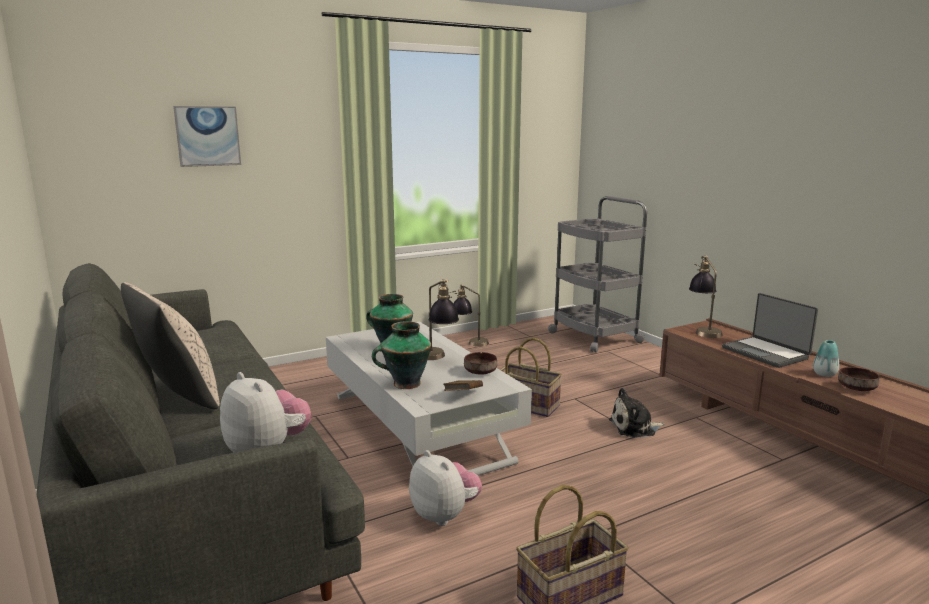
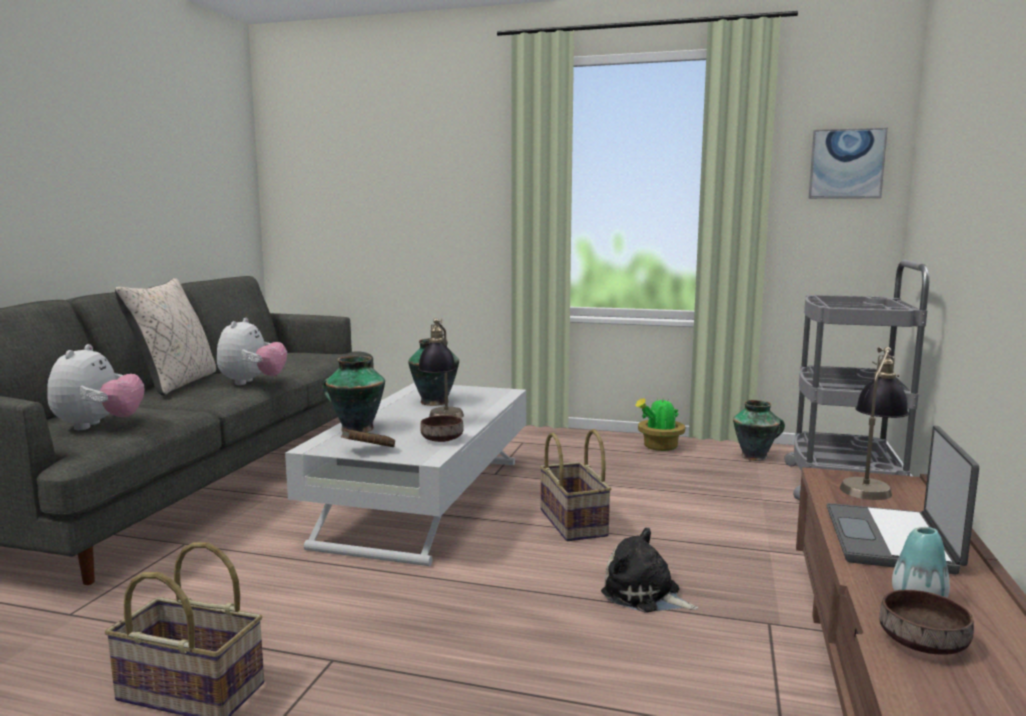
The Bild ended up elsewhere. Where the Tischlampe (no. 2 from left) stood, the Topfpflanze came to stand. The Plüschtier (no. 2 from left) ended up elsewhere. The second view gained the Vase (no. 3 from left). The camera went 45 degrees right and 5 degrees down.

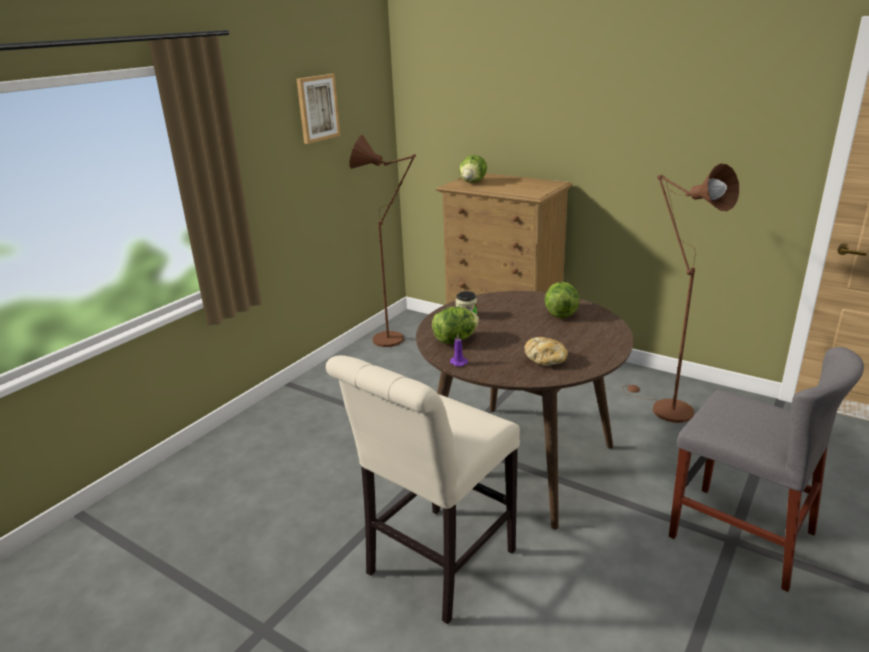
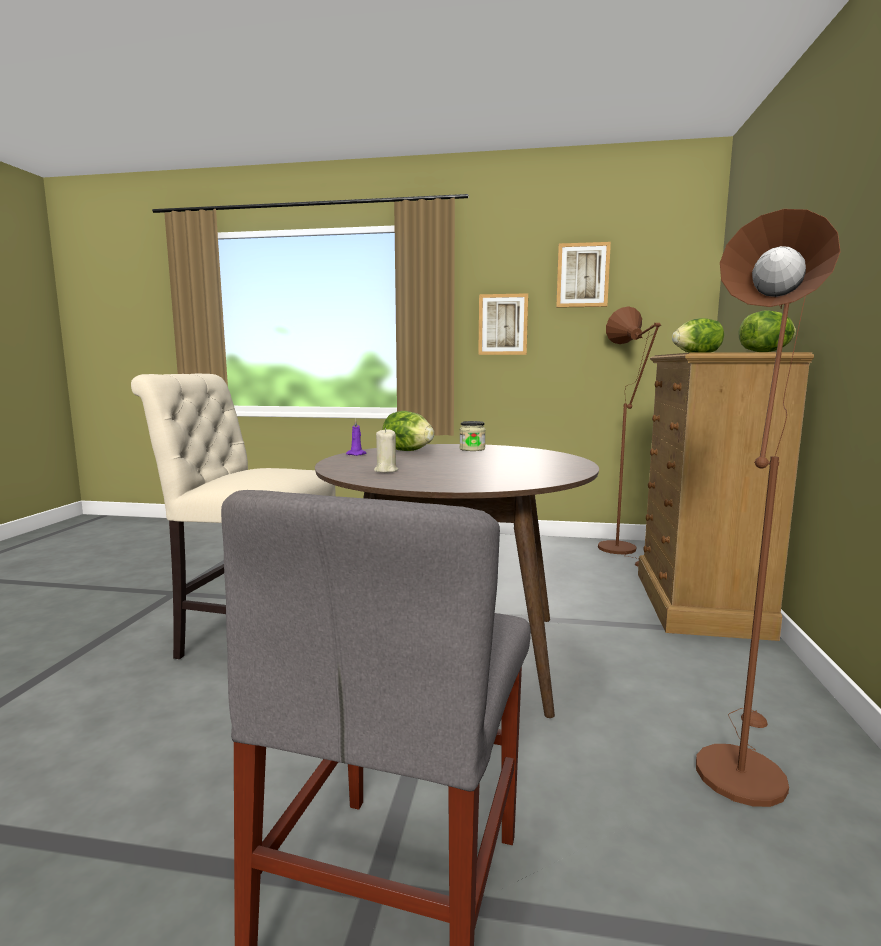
The Salatkopf (no. 3 from left) ended up elsewhere. Where the Brot stood, the Kerze [beige] came to stand. The second view gained the Bild (no. 1 from left). The camera went 65 degrees right and 15 degrees down.

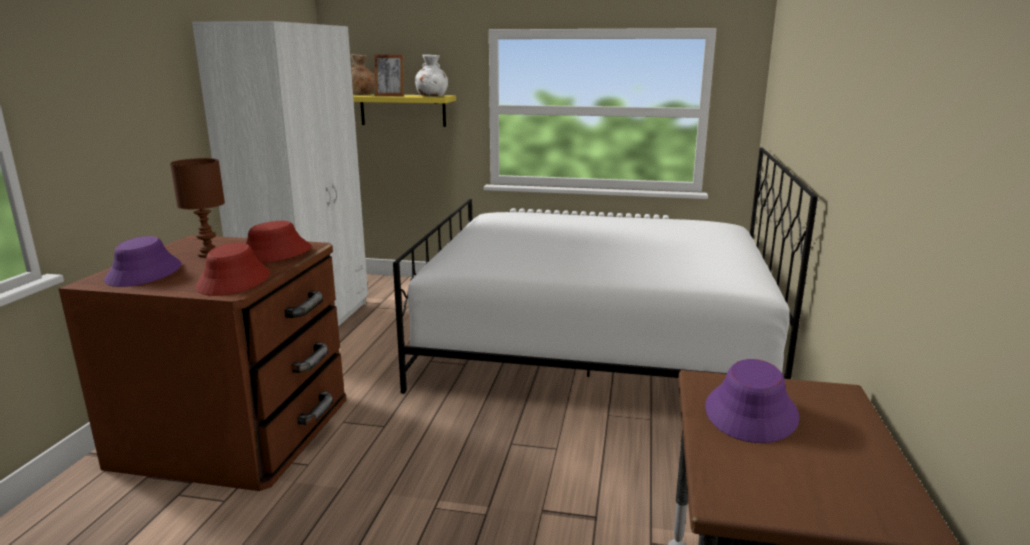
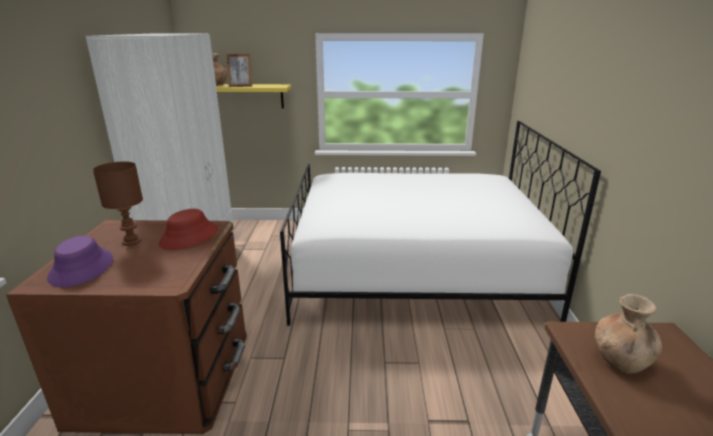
The second view lost the Vase [weiß]. The second view lost the Hut [rot] (no. 1 from left). Where the Hut [lila] (no. 2 from left) stood, the Vase [braun] (no. 2 from left) came to stand. The camera went 10 degrees left and 5 degrees up.

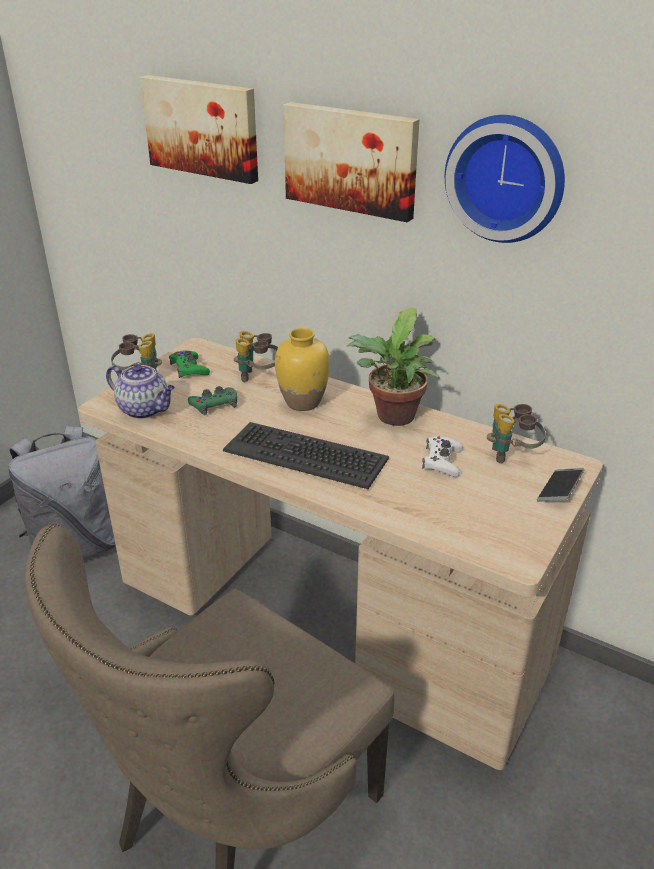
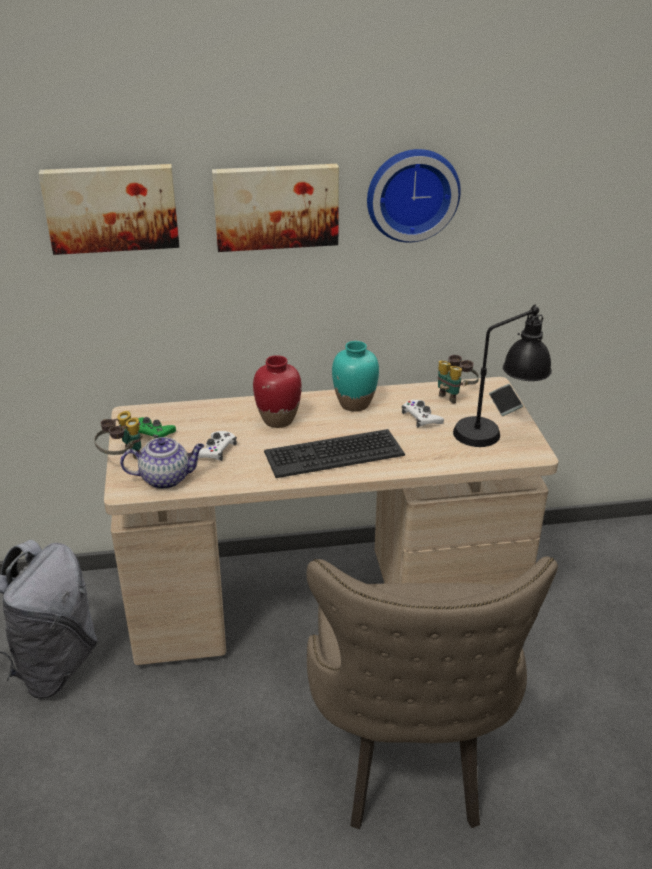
Where the Topfpflanze stood, the Vase [türkis] came to stand. What was the Vase [gelb] turned into the Vase [rot]. The second view lost the Fernglas (no. 2 from left). What was the Gamepad [grün] (no. 2 from left) turned into the Gamepad [weiß] (no. 1 from left). The second view gained the Tischlampe [schwarz]. The camera went 40 degrees left and 0 degrees up.

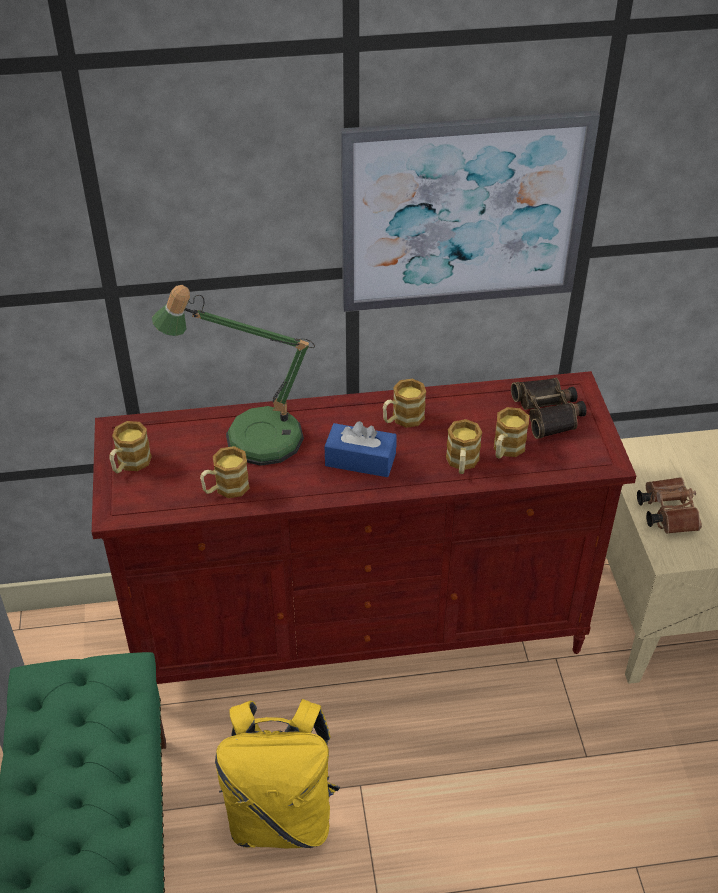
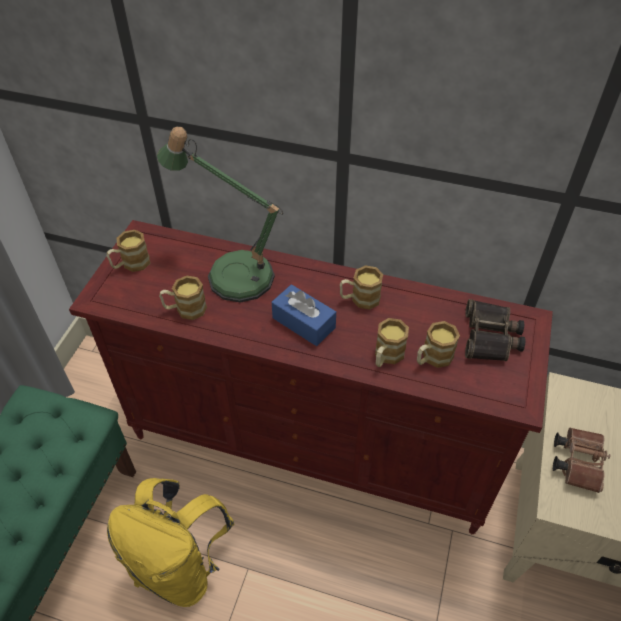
The second view lost the Bild. The camera went 25 degrees right and 5 degrees up.

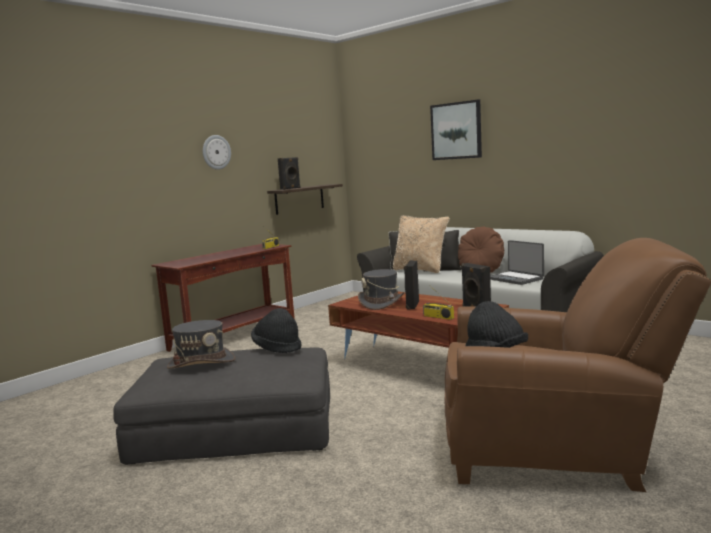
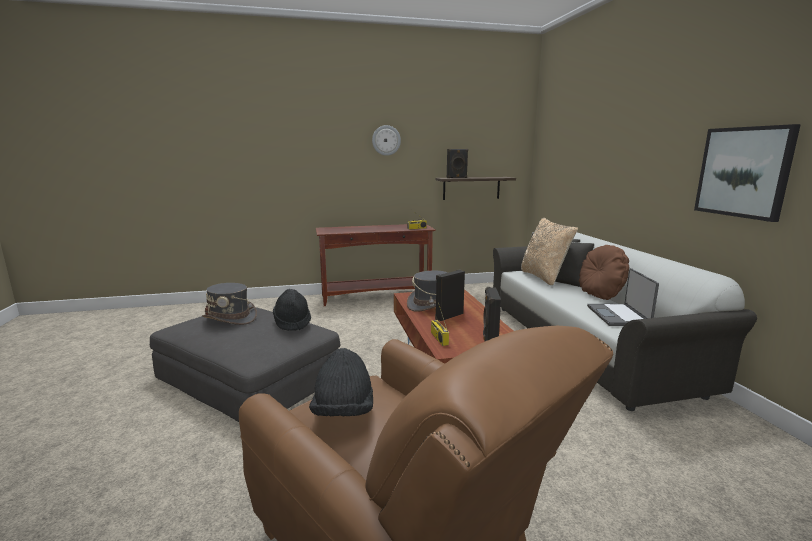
The Bild ended up elsewhere. The camera went 35 degrees right and 5 degrees up.

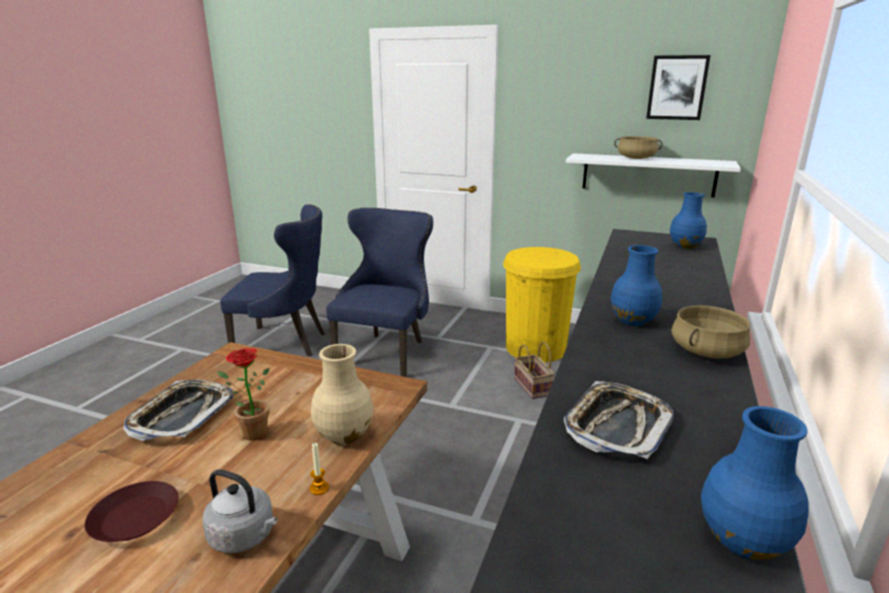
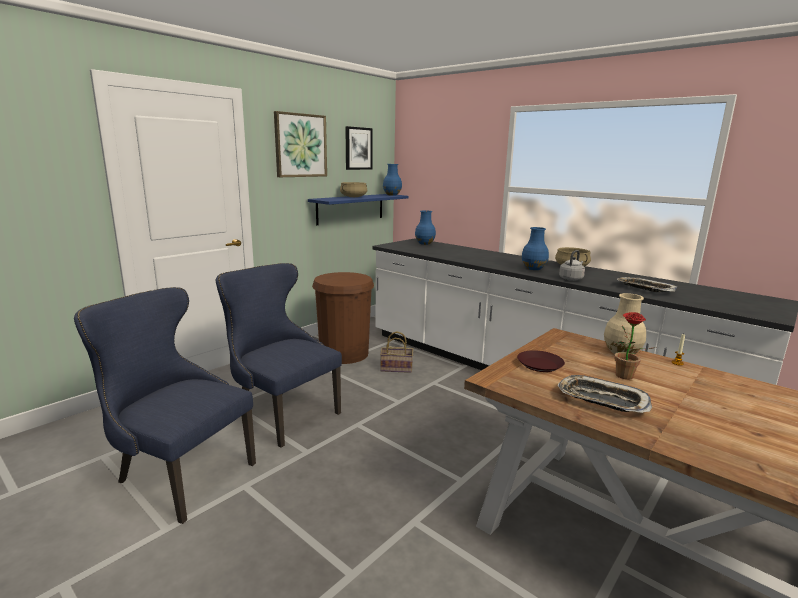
What was the Wandregal [weiß] turned into the Wandregal [blau]. The Stuhl [blau] (no. 1 from left) ended up facing another way, 90 degrees counterclockwise from before. What was the Mülleimer [gelb] turned into the Mülleimer [braun]. The Vase [blau] (no. 3 from left in the first image) ended up elsewhere. The Wasserkessel [grau] ended up elsewhere. The Teller [braun] ended up elsewhere. The second view gained the Bild (no. 1 from left). The camera went 70 degrees left and 5 degrees down.

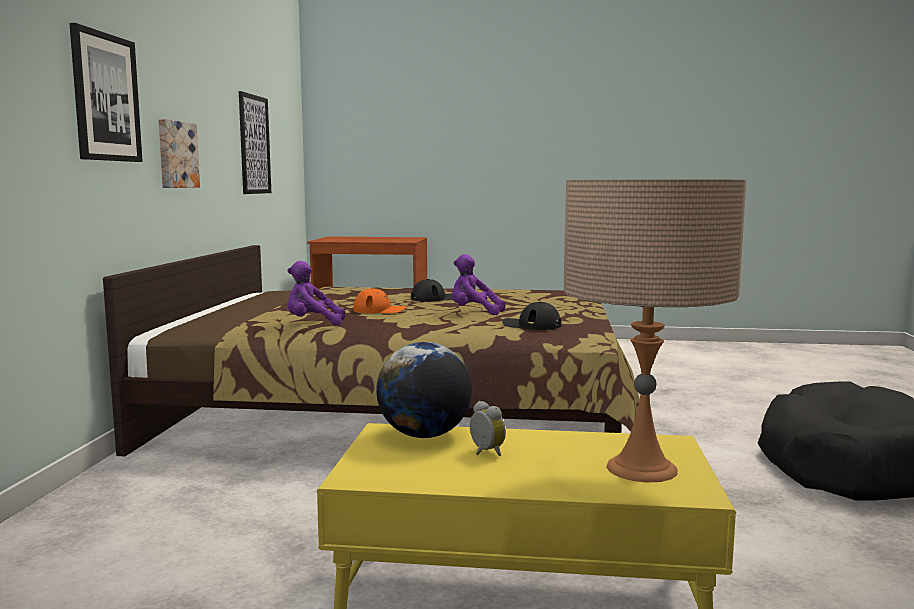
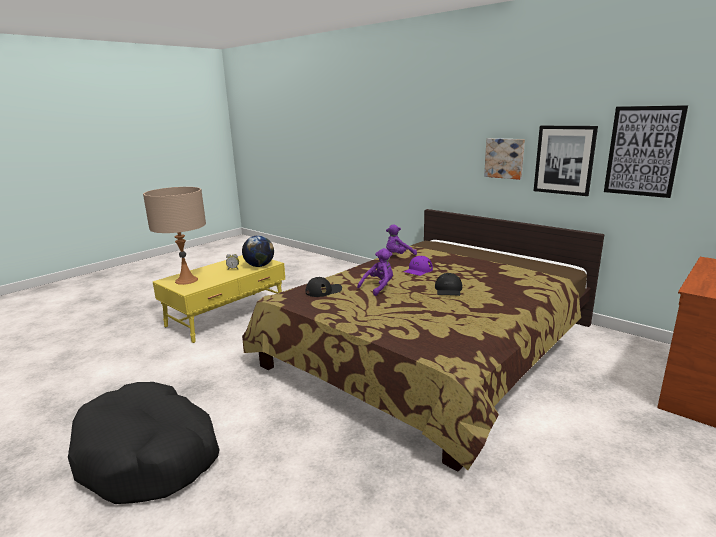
The Bild (no. 1 from left in the first image) ended up elsewhere. The Plüschtier [lila] (no. 1 from left in the first image) ended up facing another way, 150 degrees counterclockwise from before. What was the Kappe [orange] turned into the Kappe [lila]. The camera went 125 degrees right and 10 degrees up.

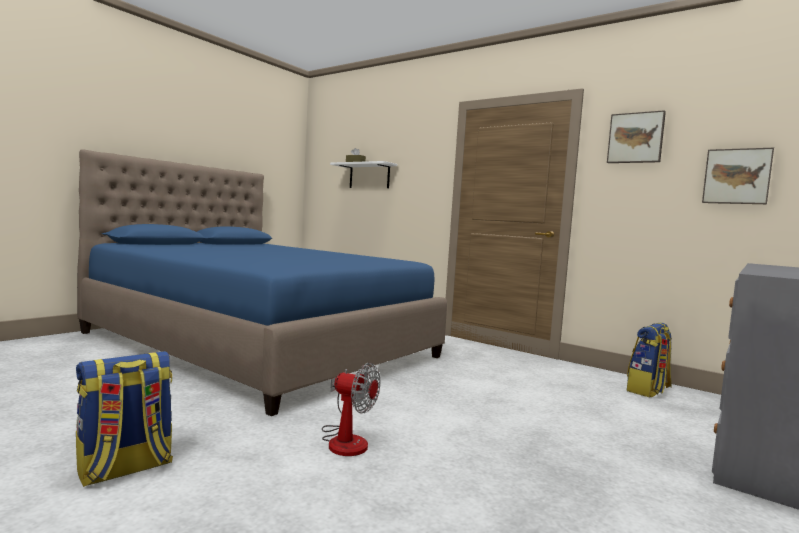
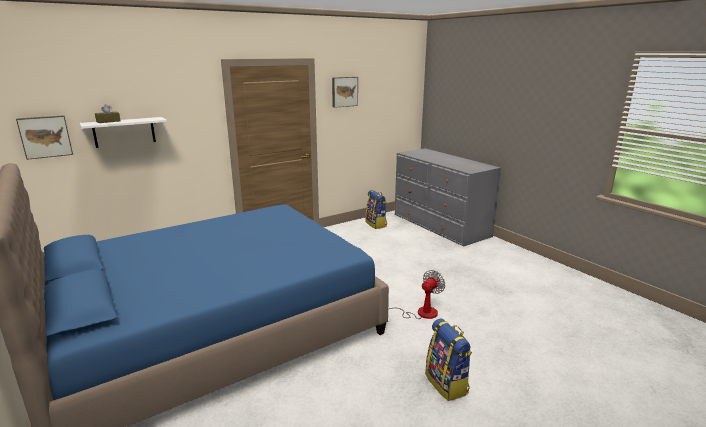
The Bild (no. 2 from left in the first image) ended up elsewhere. The camera went 70 degrees left and 15 degrees up.

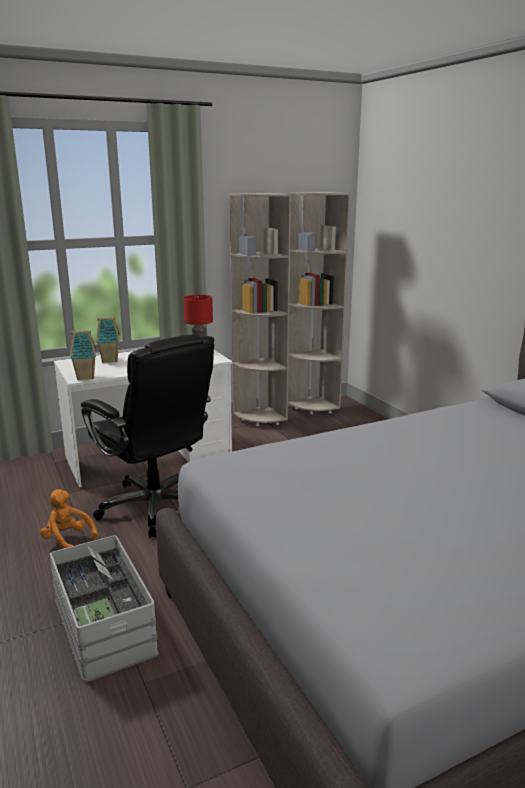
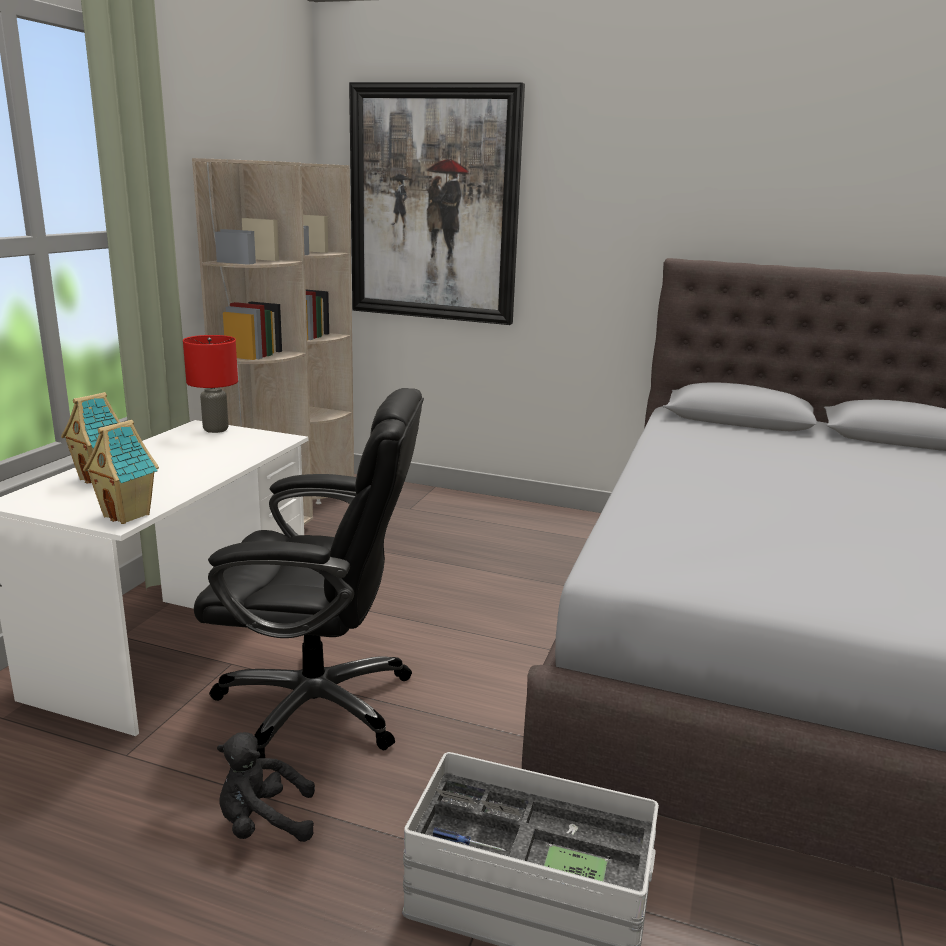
What was the Plüschtier [orange] turned into the Plüschtier [schwarz]. The second view gained the Bild. The camera went 45 degrees left and 0 degrees up.

